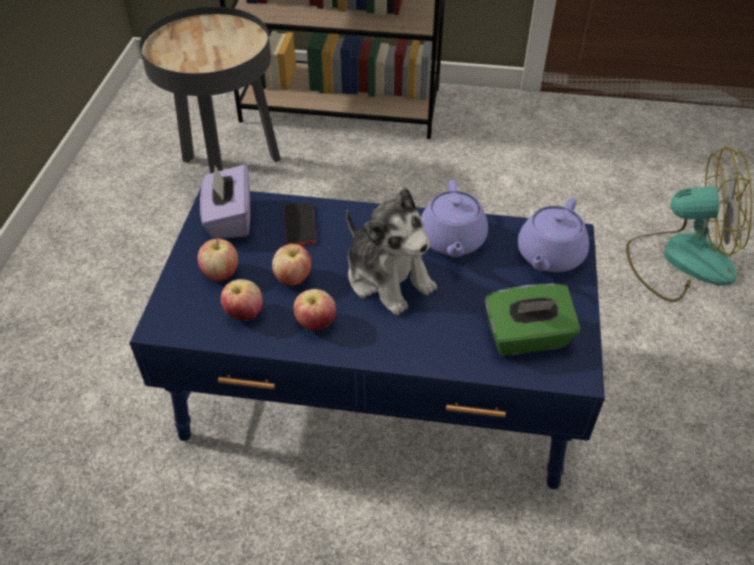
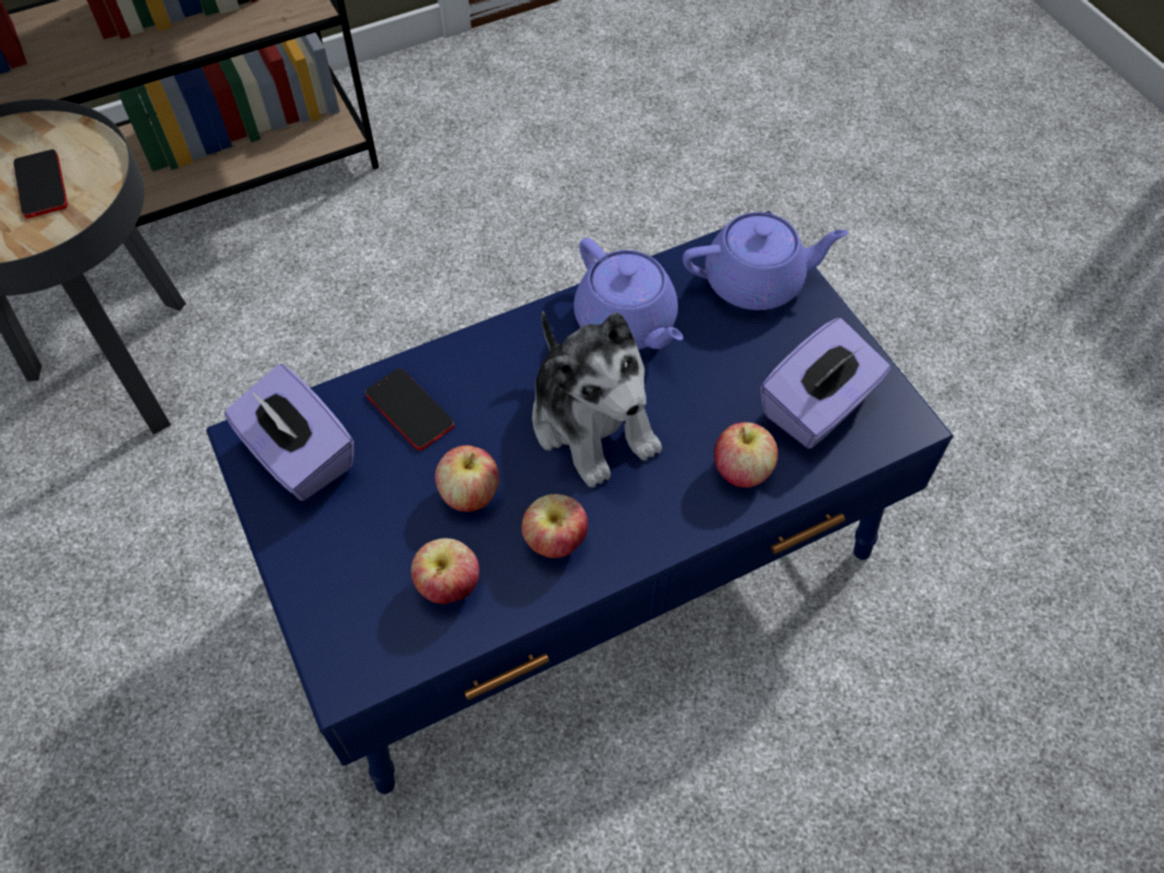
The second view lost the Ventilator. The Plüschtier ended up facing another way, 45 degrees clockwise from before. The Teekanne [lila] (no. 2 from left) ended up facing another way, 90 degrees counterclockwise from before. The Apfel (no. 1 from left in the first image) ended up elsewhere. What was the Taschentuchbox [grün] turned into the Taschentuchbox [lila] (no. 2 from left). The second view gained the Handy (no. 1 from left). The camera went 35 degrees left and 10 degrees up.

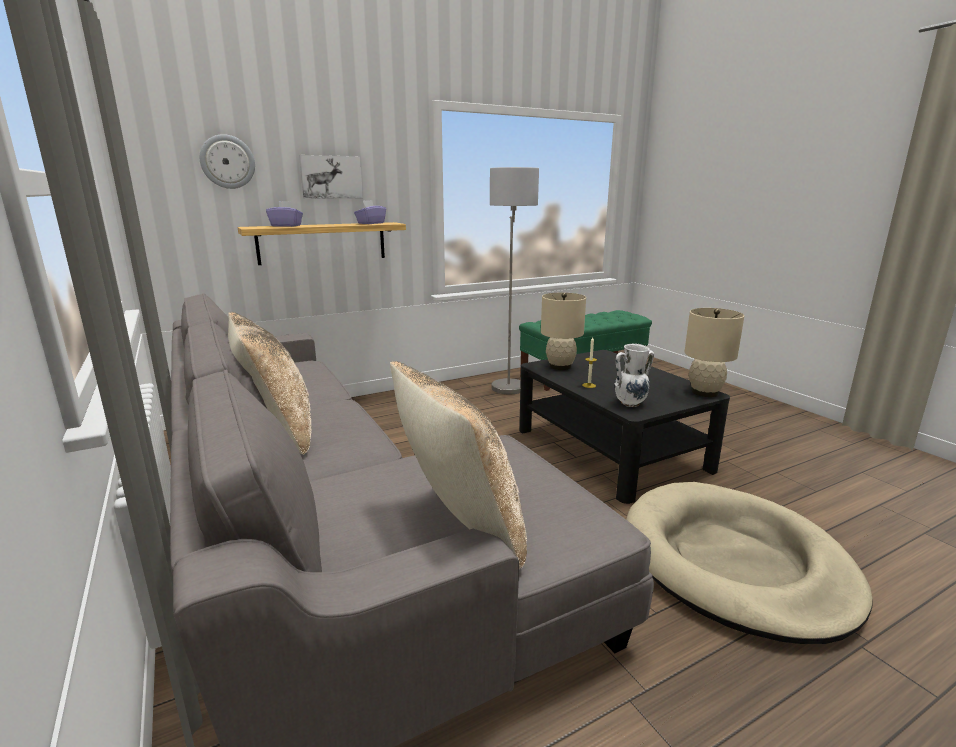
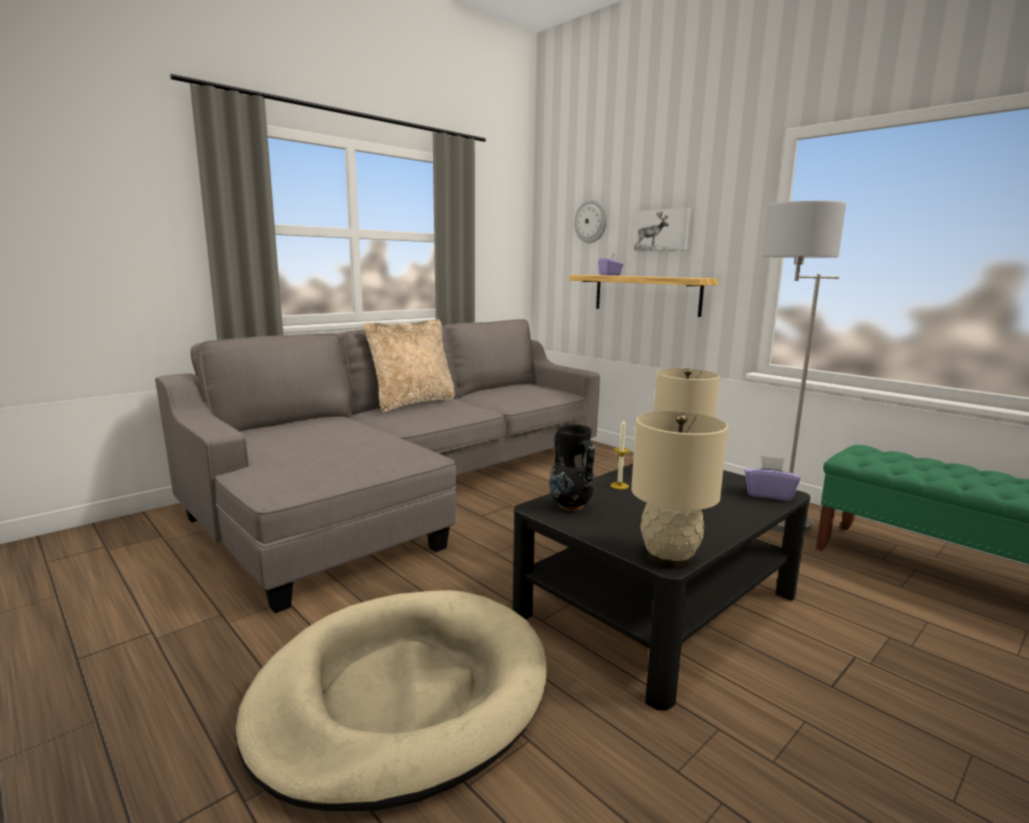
The Taschentuchbox [lila] (no. 2 from left) ended up elsewhere. What was the Vase [weiß] turned into the Vase [schwarz]. The second view lost the Kissen [beige] (no. 2 from left). The camera went 75 degrees right and 5 degrees down.

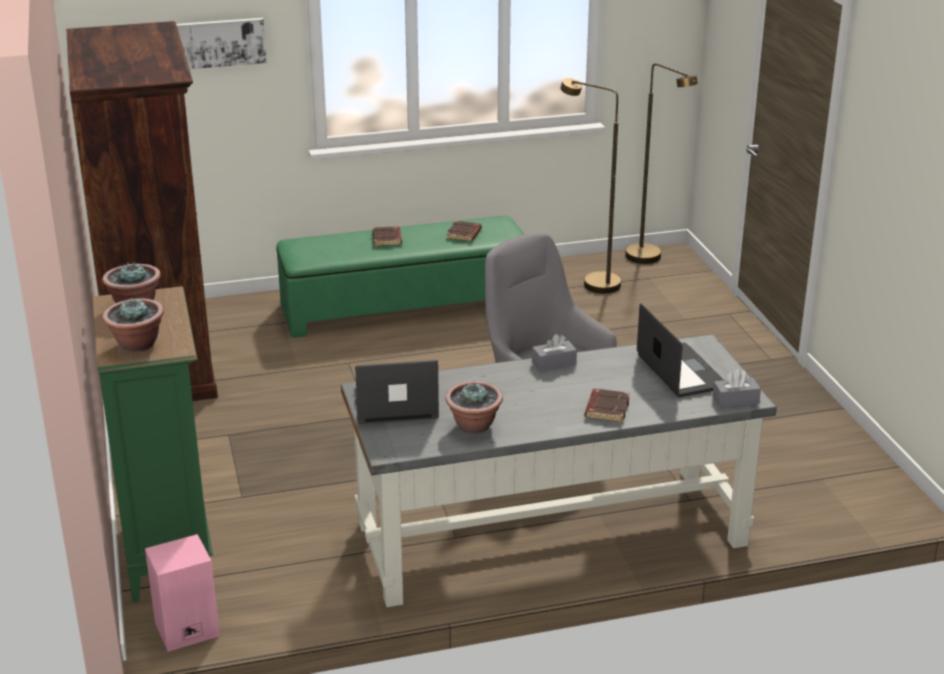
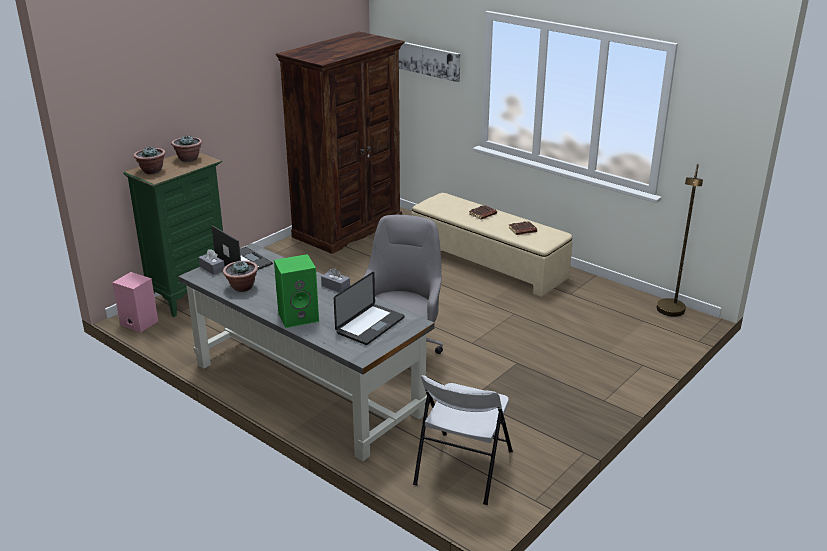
The second view lost the Stehlampe [braun] (no. 1 from left). What was the Bank [grün] turned into the Bank [beige]. The Taschentuchbox [grau] (no. 2 from left in the first image) ended up elsewhere. Where the Buch [braun] (no. 3 from left) stood, the Lautsprecher [grün] came to stand. The second view gained the Stuhl [weiß]. The camera went 55 degrees right and 0 degrees up.

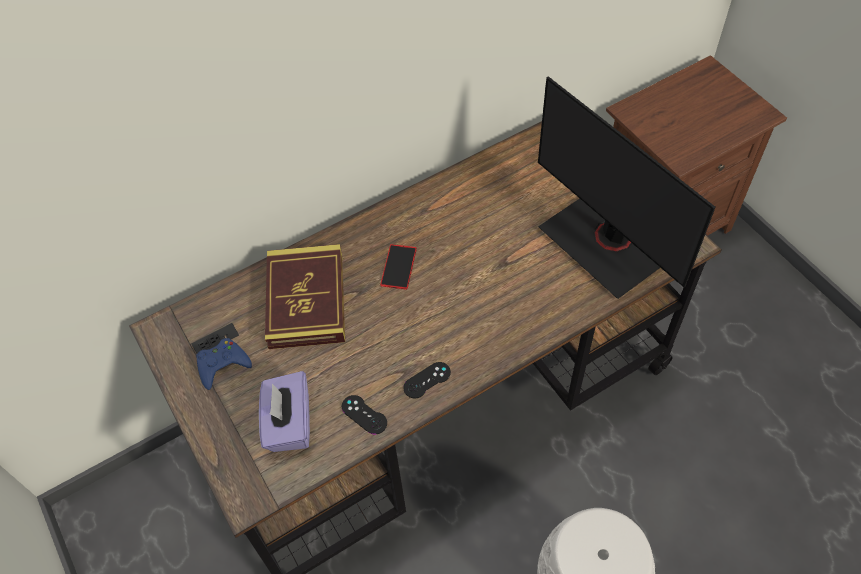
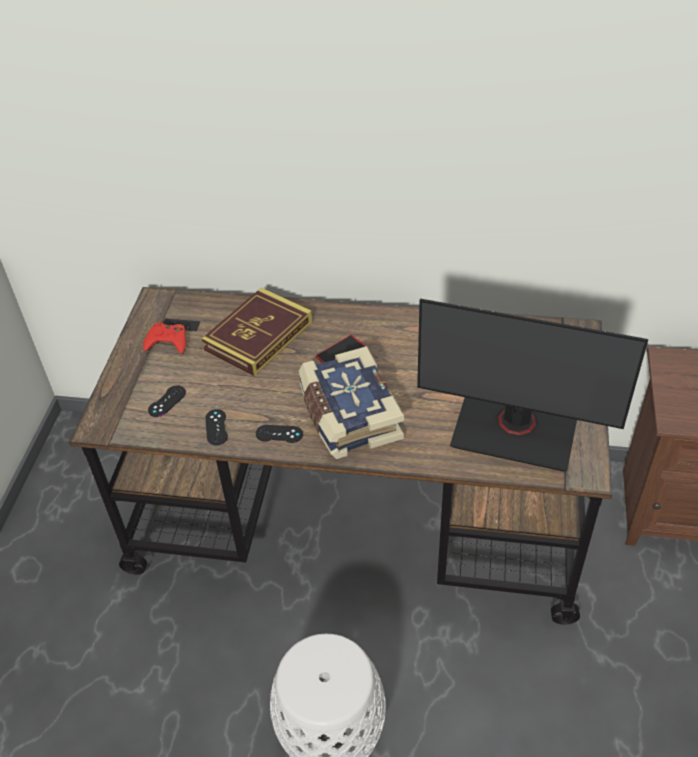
The Monitor ended up facing another way, 75 degrees counterclockwise from before. What was the Gamepad [blau] turned into the Gamepad [rot]. Where the Taschentuchbox [lila] stood, the Gamepad [schwarz] (no. 1 from left) came to stand. The second view gained the Buch (no. 2 from left). The camera went 40 degrees right and 10 degrees down.

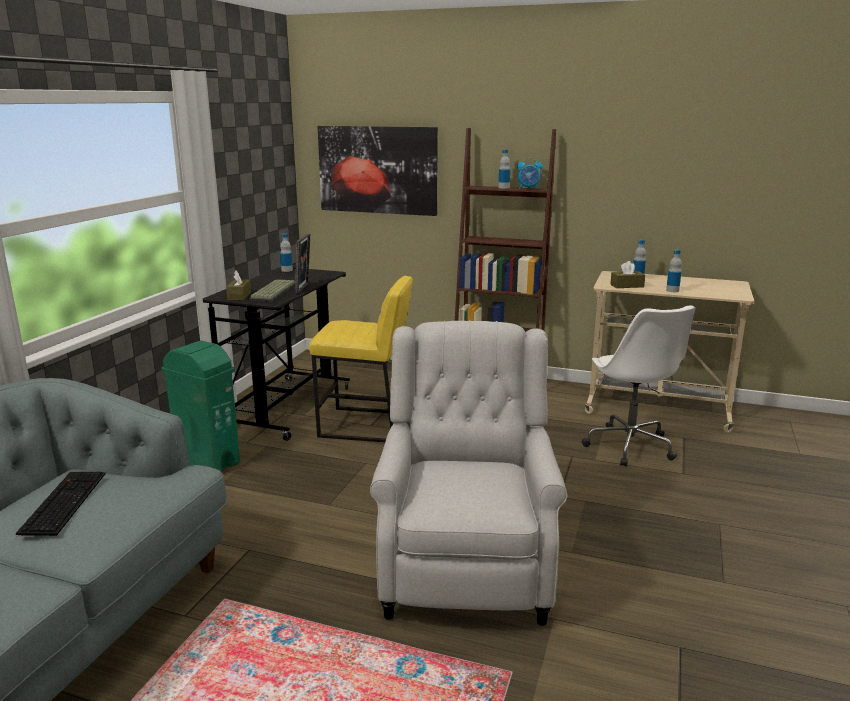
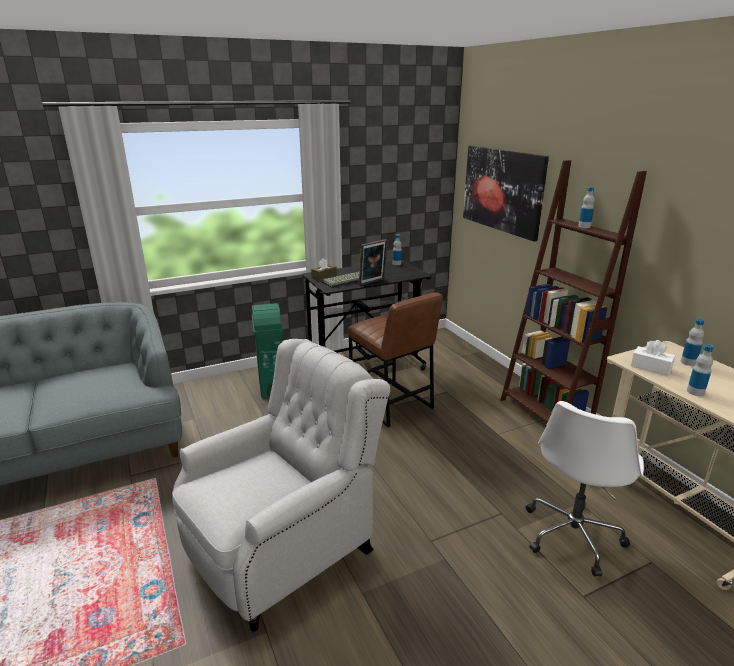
The second view lost the Wecker. What was the Taschentuchbox [braun] (no. 2 from left) turned into the Taschentuchbox [weiß]. What was the Stuhl [gelb] turned into the Stuhl [braun]. The second view lost the Tastatur (no. 1 from left). The camera went 45 degrees right and 5 degrees up.

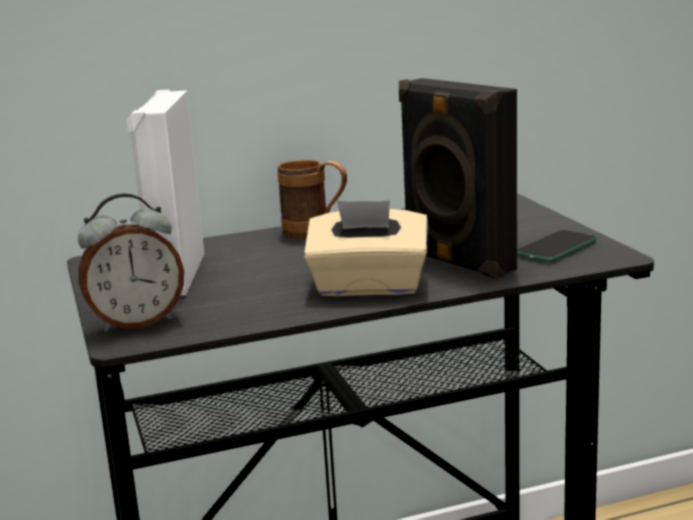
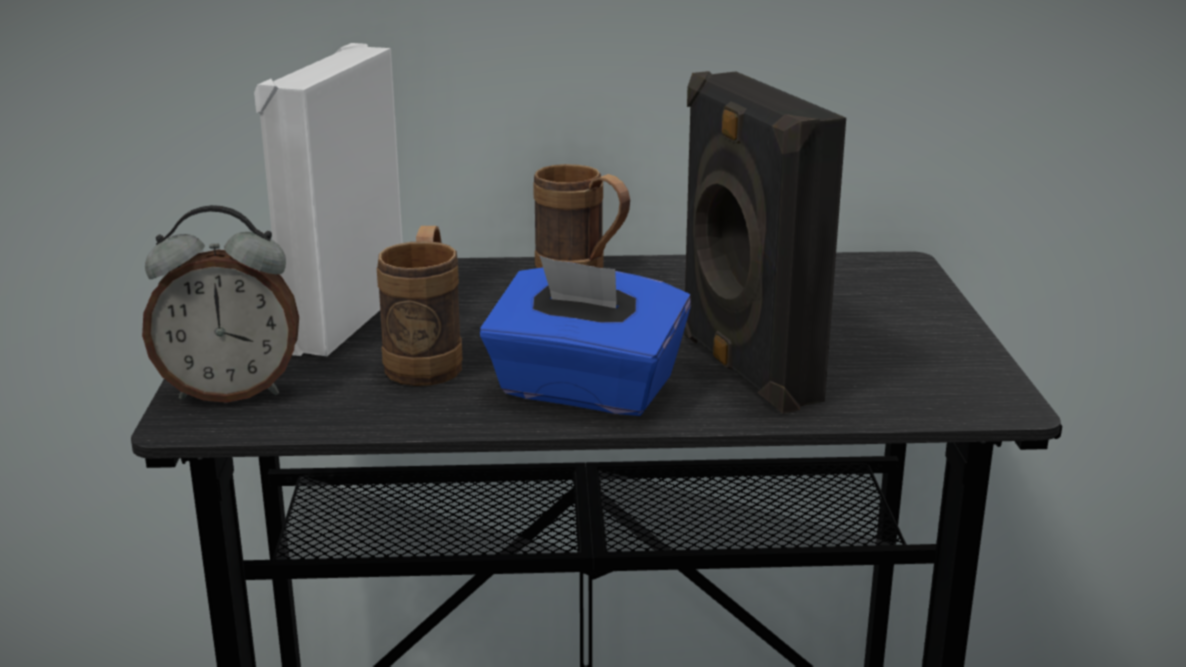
What was the Taschentuchbox [beige] turned into the Taschentuchbox [blau]. The second view lost the Handy. The second view gained the Henkelbecher [braun] (no. 1 from left). The camera went 15 degrees right and 5 degrees up.

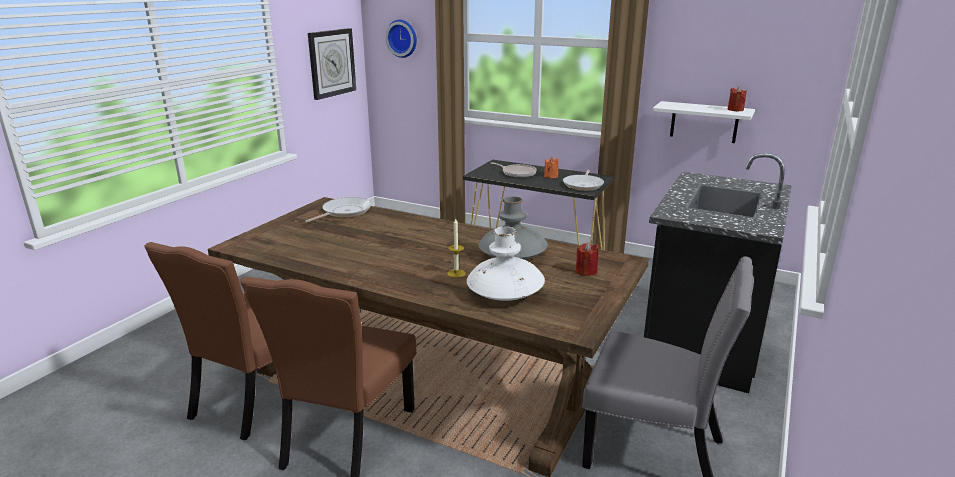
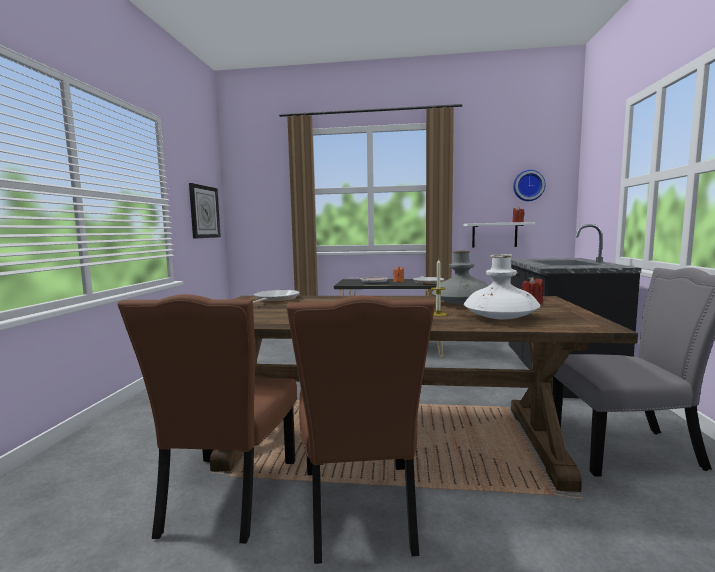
The Wanduhr (no. 2 from left) ended up elsewhere. The camera went 20 degrees left and 15 degrees down.

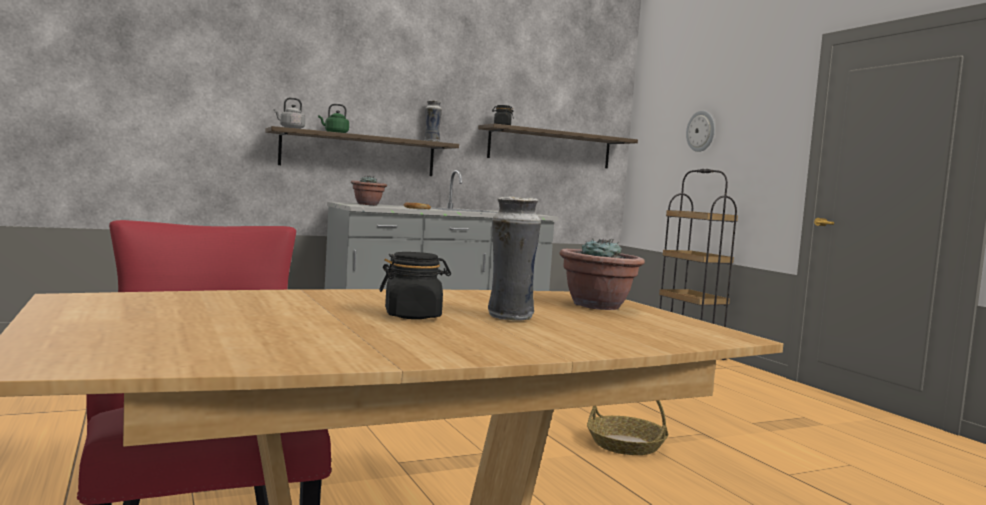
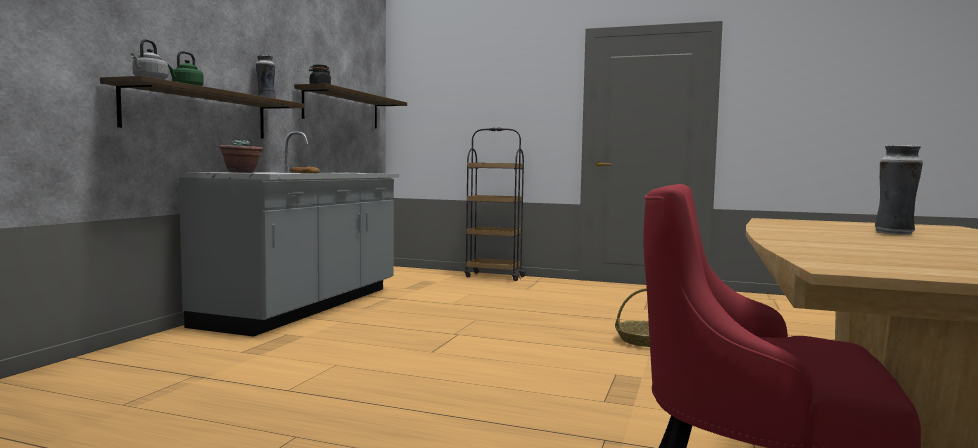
The second view lost the Wanduhr. The second view lost the Topfpflanze (no. 2 from left). The second view lost the Vorratsglas [schwarz] (no. 1 from left). The camera went 45 degrees left and 0 degrees up.

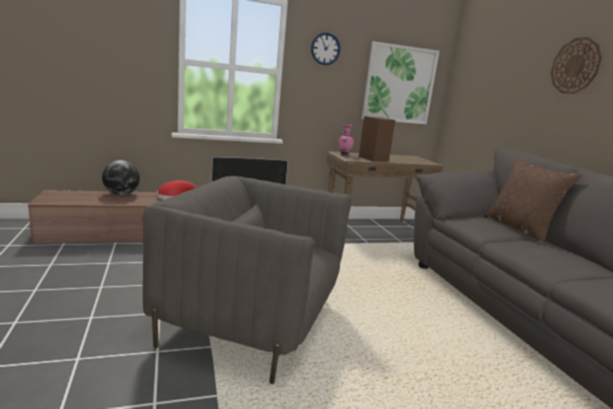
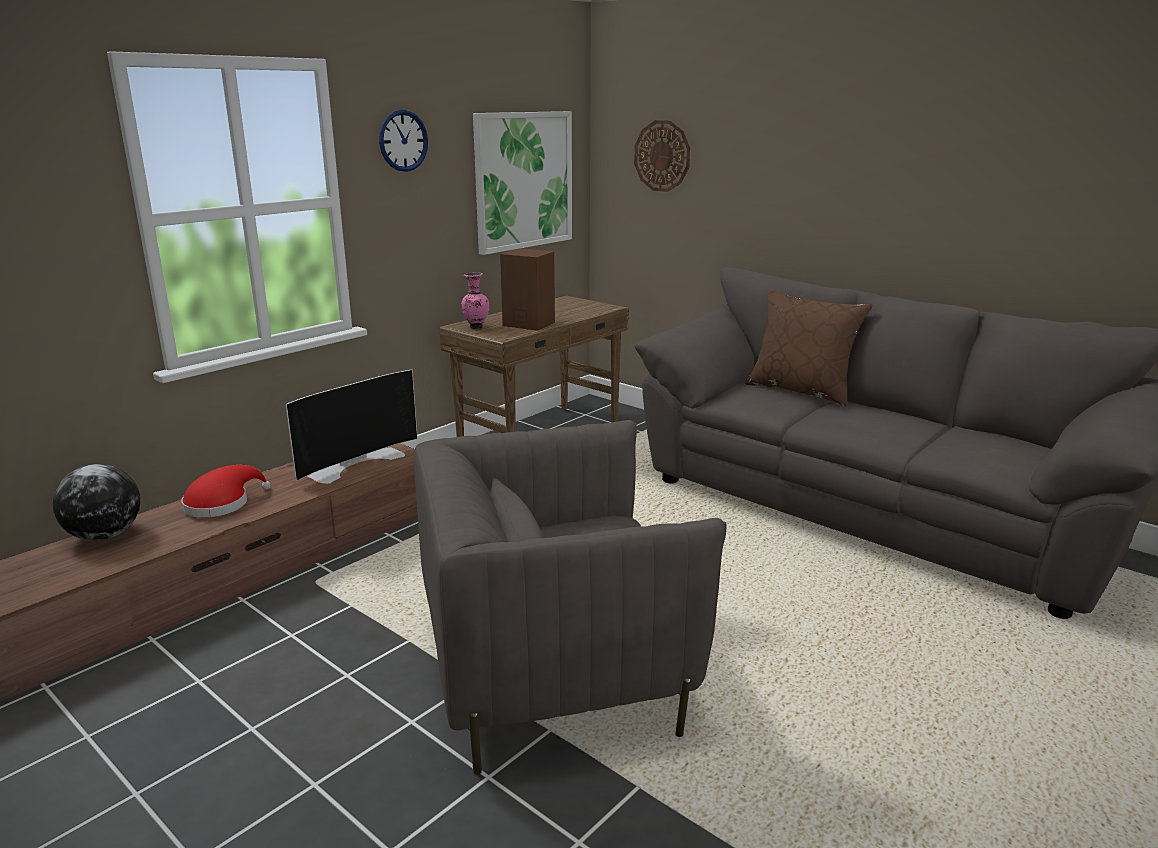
The Wanduhr (no. 2 from left) ended up elsewhere. The camera went 30 degrees left and 5 degrees up.

